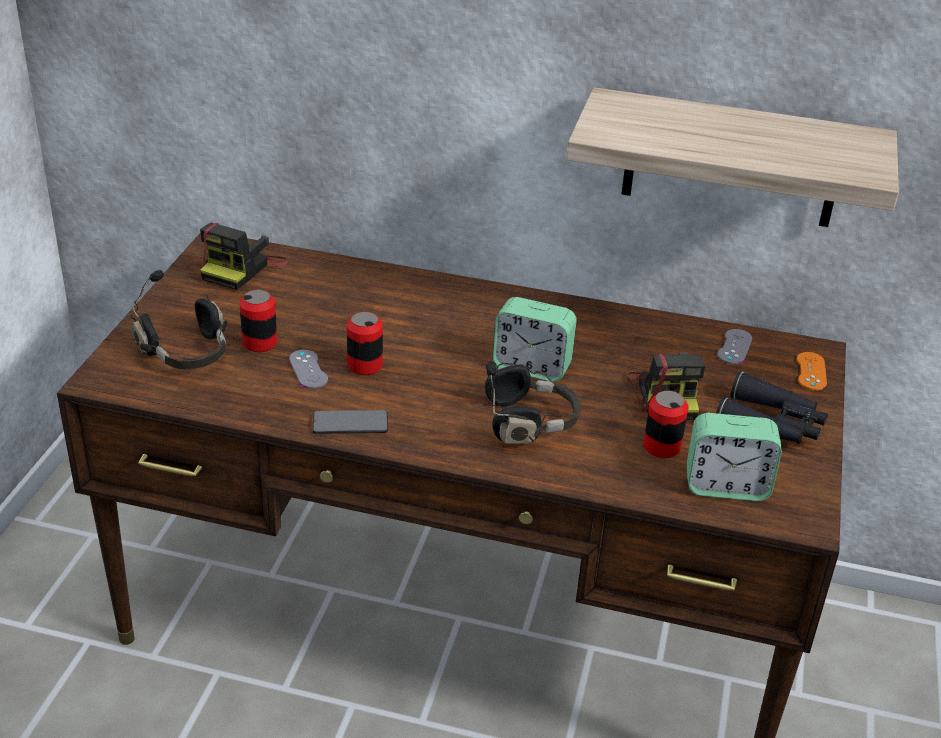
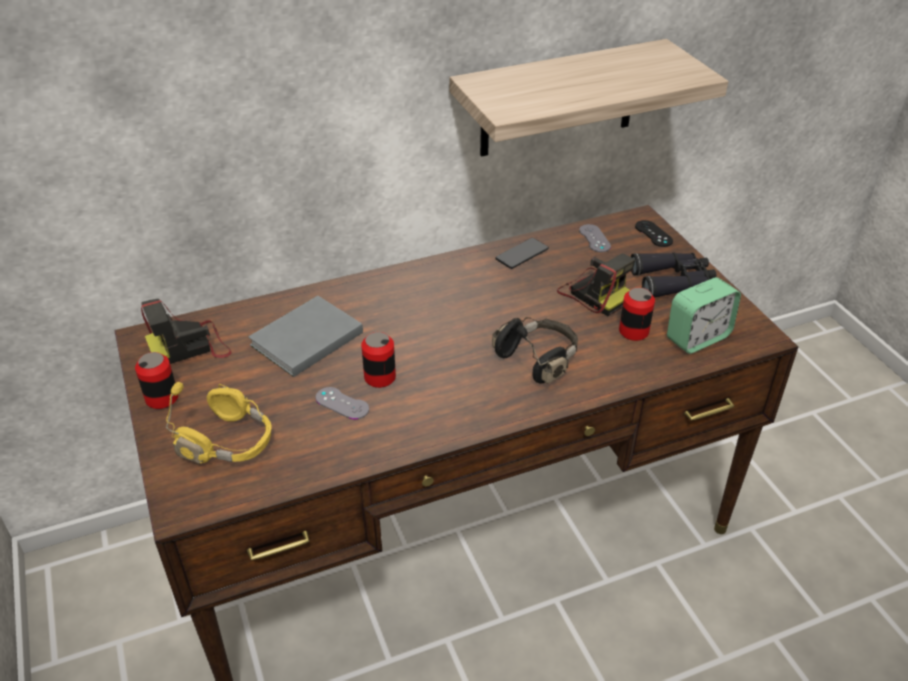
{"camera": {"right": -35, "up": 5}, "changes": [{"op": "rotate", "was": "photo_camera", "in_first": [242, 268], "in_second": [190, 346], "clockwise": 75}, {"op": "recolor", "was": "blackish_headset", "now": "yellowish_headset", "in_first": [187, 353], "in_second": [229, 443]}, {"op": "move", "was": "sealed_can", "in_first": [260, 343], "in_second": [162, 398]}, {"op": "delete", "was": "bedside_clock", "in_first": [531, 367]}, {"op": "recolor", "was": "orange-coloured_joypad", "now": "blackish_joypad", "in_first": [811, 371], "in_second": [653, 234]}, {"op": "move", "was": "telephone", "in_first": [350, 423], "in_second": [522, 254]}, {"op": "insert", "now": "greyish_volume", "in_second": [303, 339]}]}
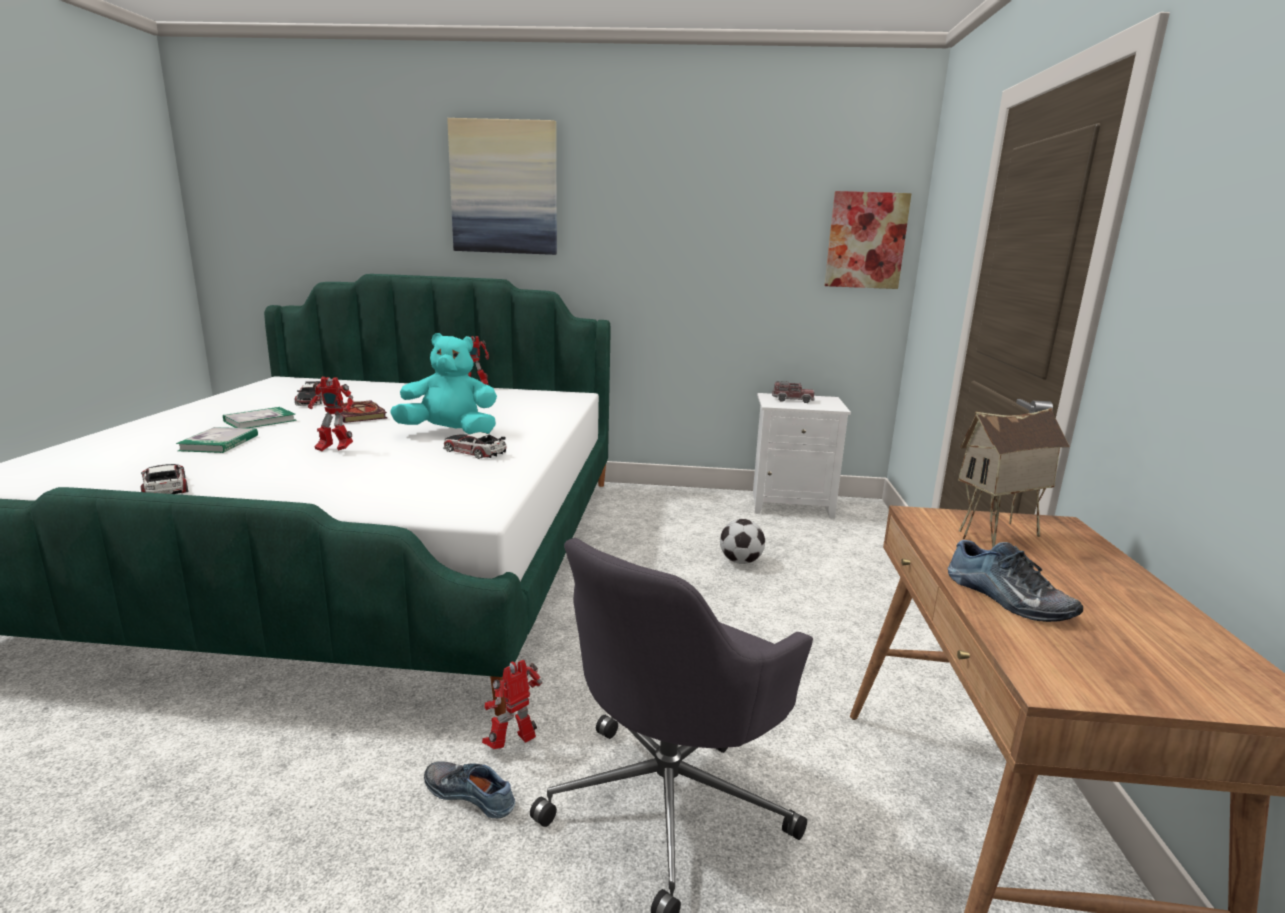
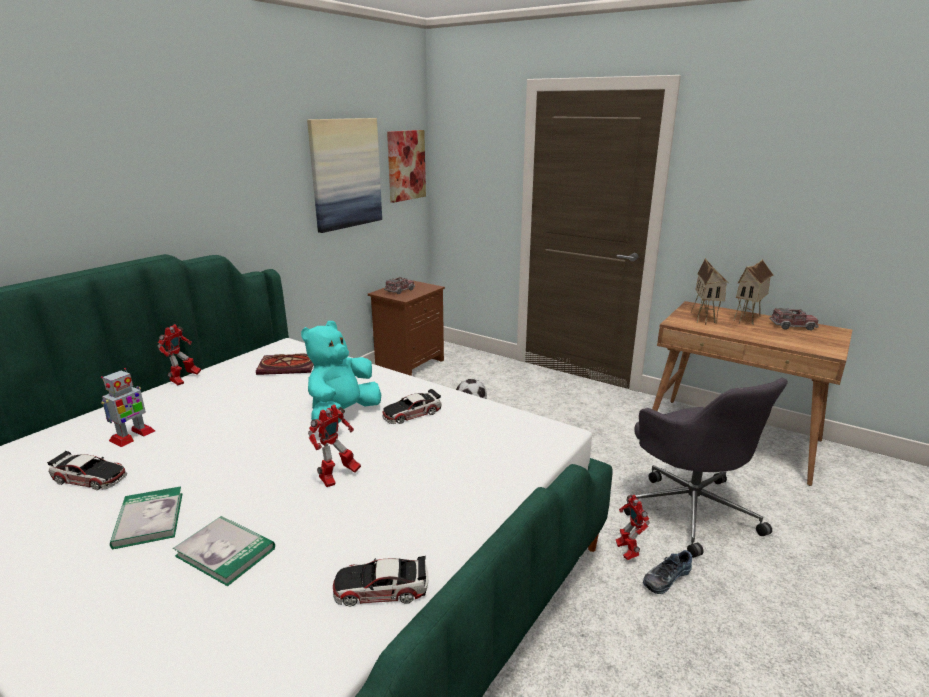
{"camera": {"right": -60, "up": 5}, "changes": [{"op": "move", "was": "picture", "in_first": [504, 188], "in_second": [345, 173]}, {"op": "recolor", "was": "white-coloured_bedside_table", "now": "brown-coloured_bedside_table", "in_first": [792, 504], "in_second": [409, 364]}, {"op": "move", "was": "volume", "in_first": [360, 415], "in_second": [288, 366]}, {"op": "delete", "was": "shoe", "in_first": [1006, 598]}, {"op": "insert", "now": "model_house", "in_second": [748, 320]}, {"op": "insert", "now": "model_truck", "in_second": [792, 326]}, {"op": "insert", "now": "toy_robot", "in_second": [132, 436]}]}
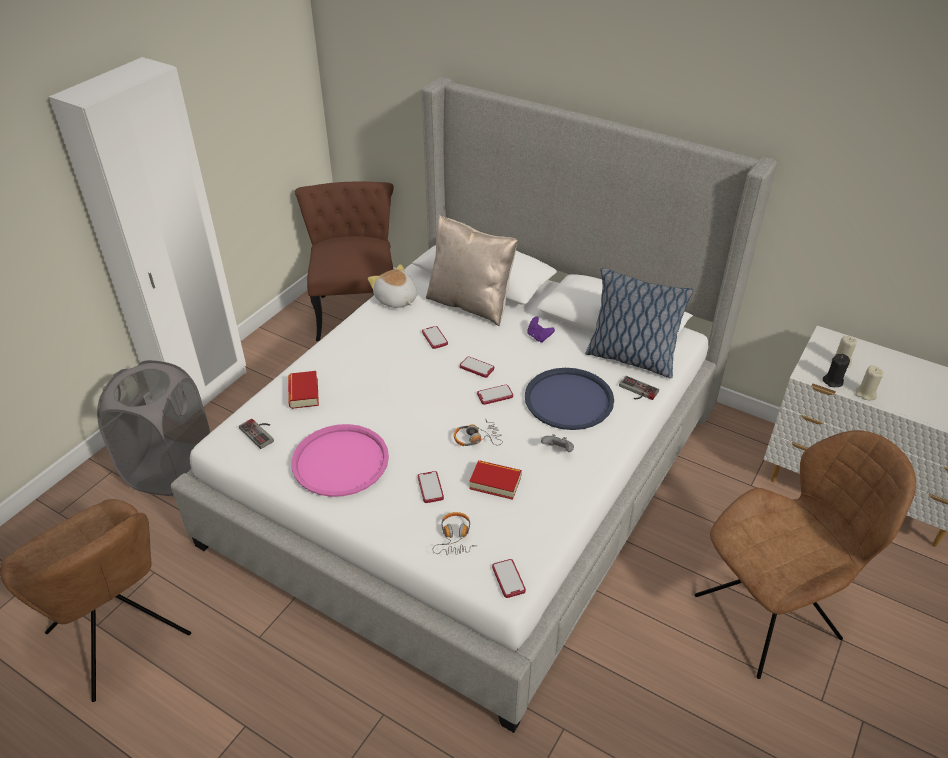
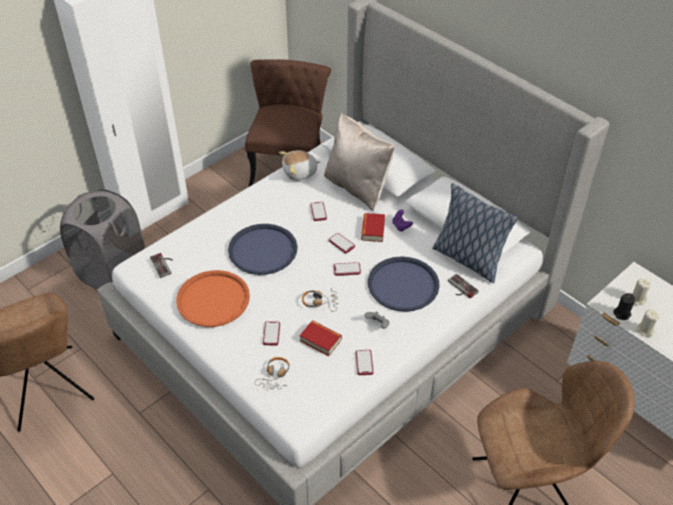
{"camera": {"right": 15, "up": 5}, "changes": [{"op": "rotate", "was": "soft_toy", "in_first": [396, 300], "in_second": [300, 173], "clockwise": -90}, {"op": "move", "was": "volume", "in_first": [303, 393], "in_second": [373, 230]}, {"op": "recolor", "was": "pinkish_serving_tray", "now": "orange-coloured_serving_tray", "in_first": [340, 461], "in_second": [213, 299]}, {"op": "move", "was": "telephone", "in_first": [508, 579], "in_second": [364, 363]}, {"op": "insert", "now": "bluish_serving_tray", "in_second": [263, 250]}]}
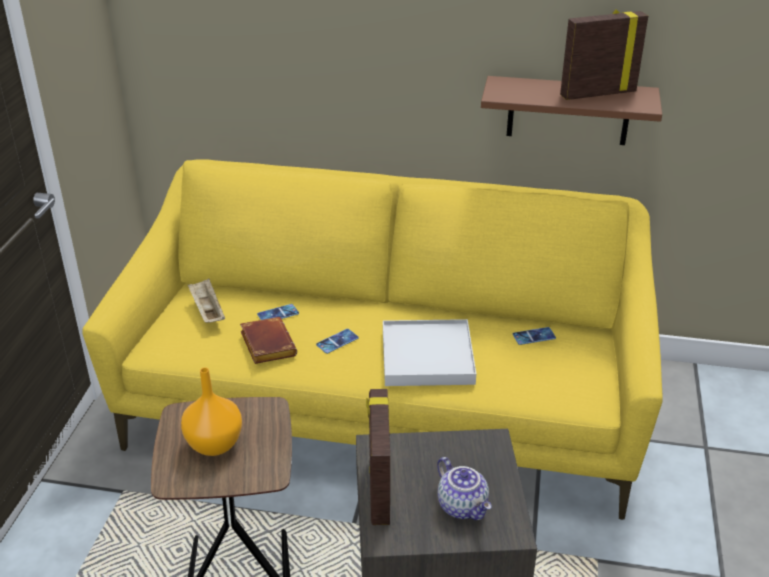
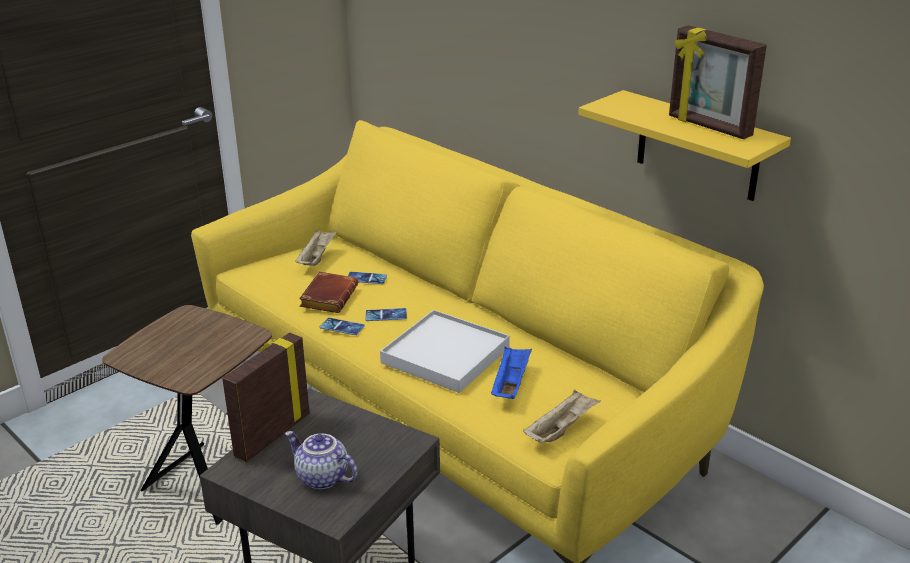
{"camera": {"right": 35, "up": -5}, "changes": [{"op": "rotate", "was": "standing_frame", "in_first": [597, 93], "in_second": [708, 127], "clockwise": -150}, {"op": "recolor", "was": "brown-coloured_bracket_shelf", "now": "yellowish_bracket_shelf", "in_first": [568, 111], "in_second": [697, 146]}, {"op": "move", "was": "telephone", "in_first": [534, 336], "in_second": [342, 327]}, {"op": "delete", "was": "orange-coloured_vase", "in_first": [213, 445]}, {"op": "rotate", "was": "tea_pot", "in_first": [463, 506], "in_second": [321, 478], "clockwise": 120}, {"op": "insert", "now": "bluish_serving_tray", "in_second": [510, 384]}, {"op": "insert", "now": "sand-coloured_serving_tray", "in_second": [561, 429]}]}
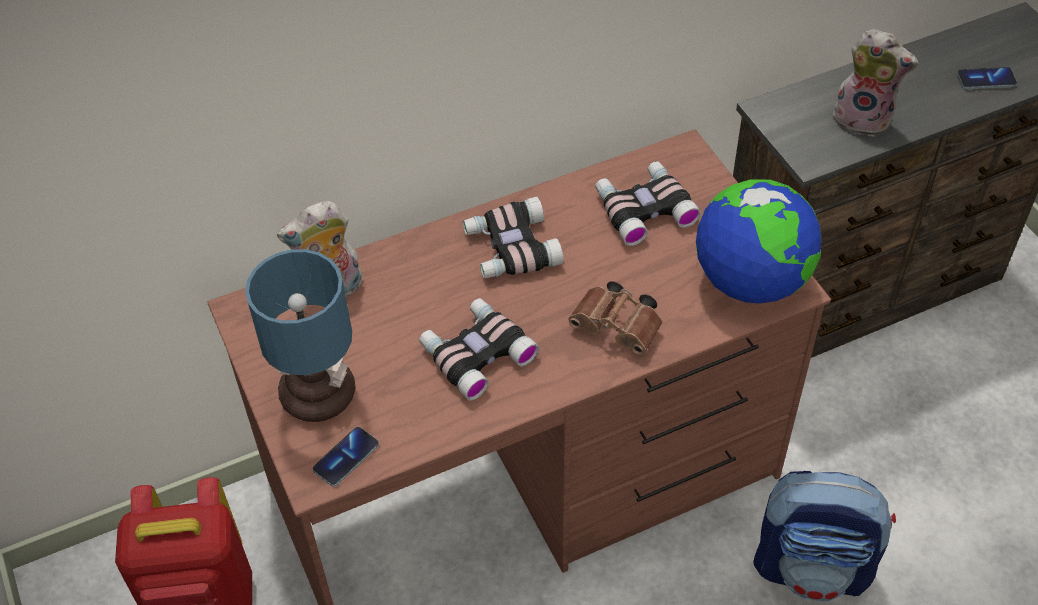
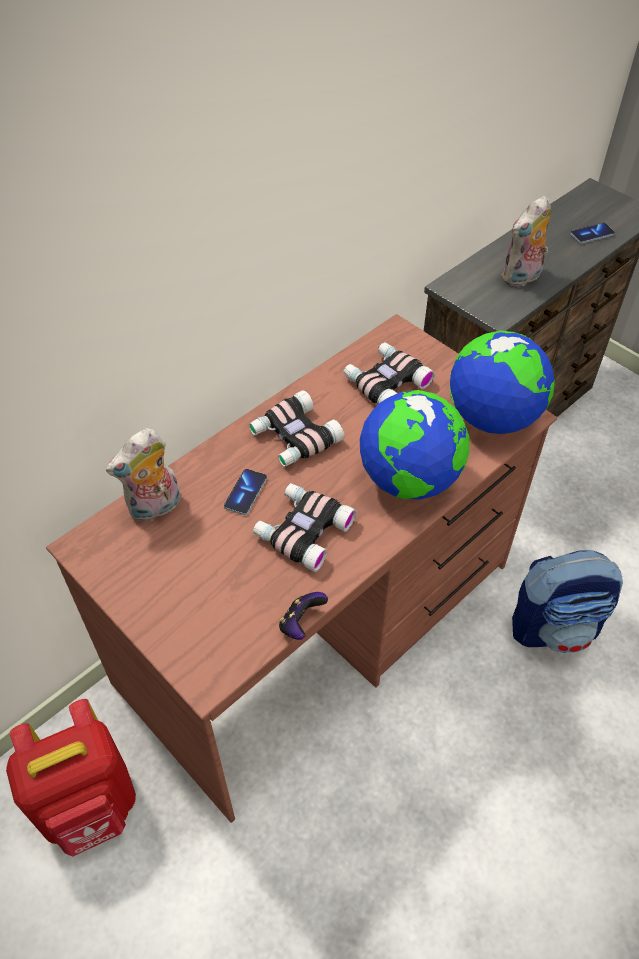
{"camera": {"right": -20, "up": 0}, "changes": [{"op": "rotate", "was": "soft_toy", "in_first": [864, 118], "in_second": [522, 278], "clockwise": 135}, {"op": "delete", "was": "table_lamp", "in_first": [321, 394]}, {"op": "replace", "was": "brown-coloured_pair_of_binoculars", "now": "desk_globe", "in_first": [619, 328], "in_second": [409, 480]}, {"op": "move", "was": "telephone", "in_first": [346, 458], "in_second": [245, 493]}, {"op": "insert", "now": "joypad", "in_second": [301, 623]}]}
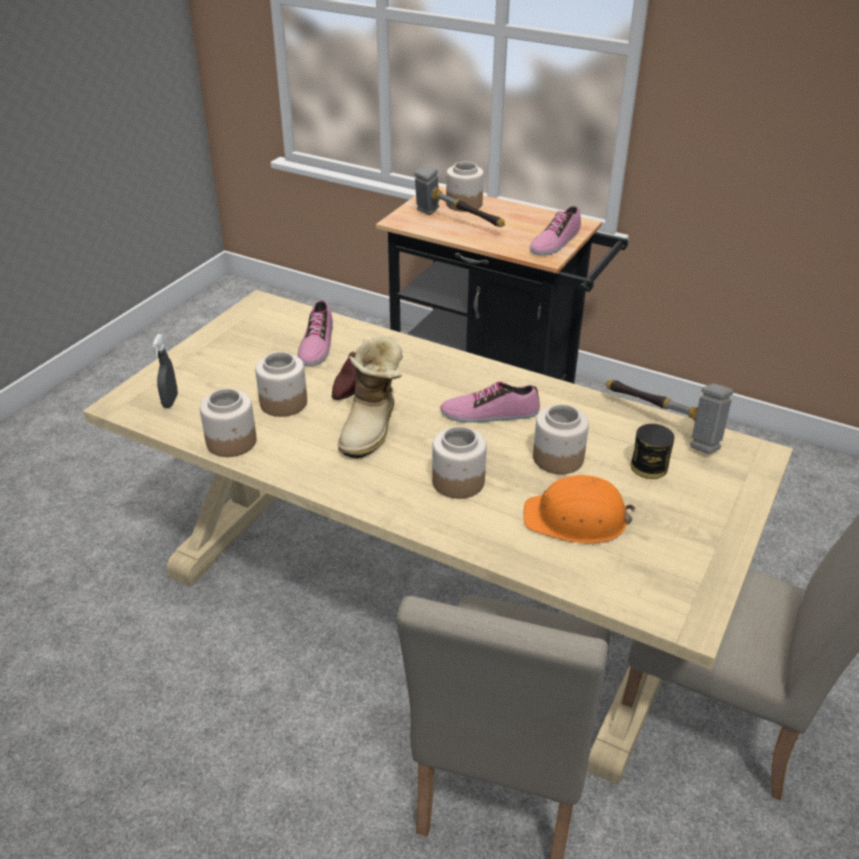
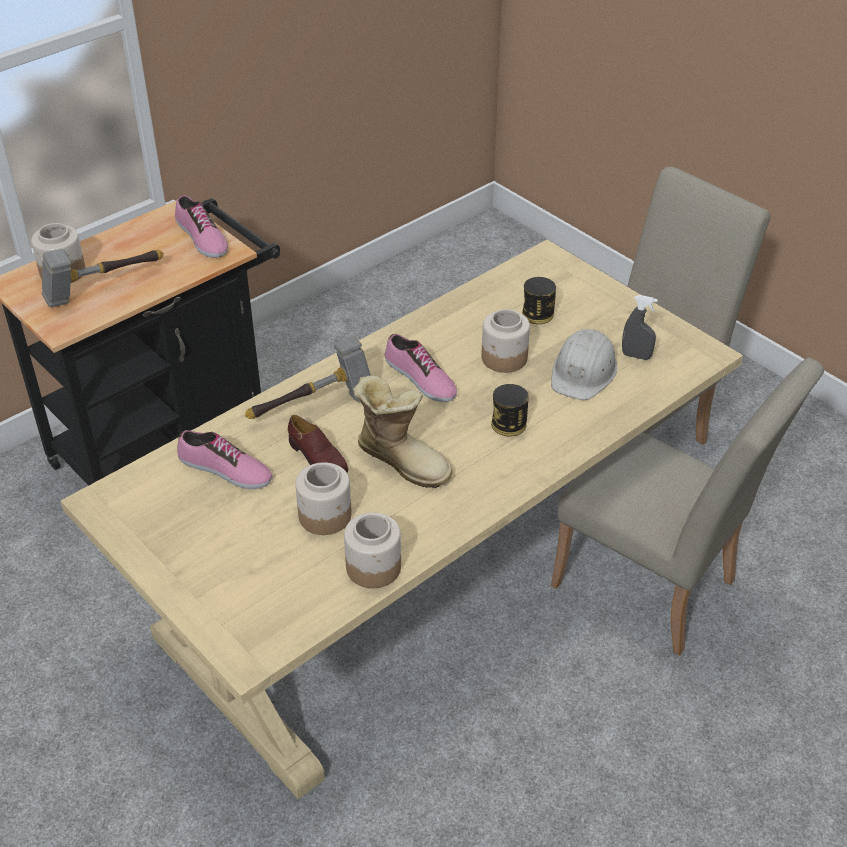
{"camera": {"right": -70, "up": 5}, "changes": [{"op": "move", "was": "greyish_spray_bottle", "in_first": [170, 401], "in_second": [636, 356]}, {"op": "move", "was": "hammer", "in_first": [664, 426], "in_second": [315, 407]}, {"op": "rotate", "was": "shoe", "in_first": [489, 413], "in_second": [420, 379], "clockwise": -60}, {"op": "replace", "was": "storage_jar", "now": "sealed_can", "in_first": [457, 481], "in_second": [509, 424]}, {"op": "recolor", "was": "orange-coloured_hard_hat", "now": "white-coloured_hard_hat", "in_first": [576, 519], "in_second": [584, 371]}]}
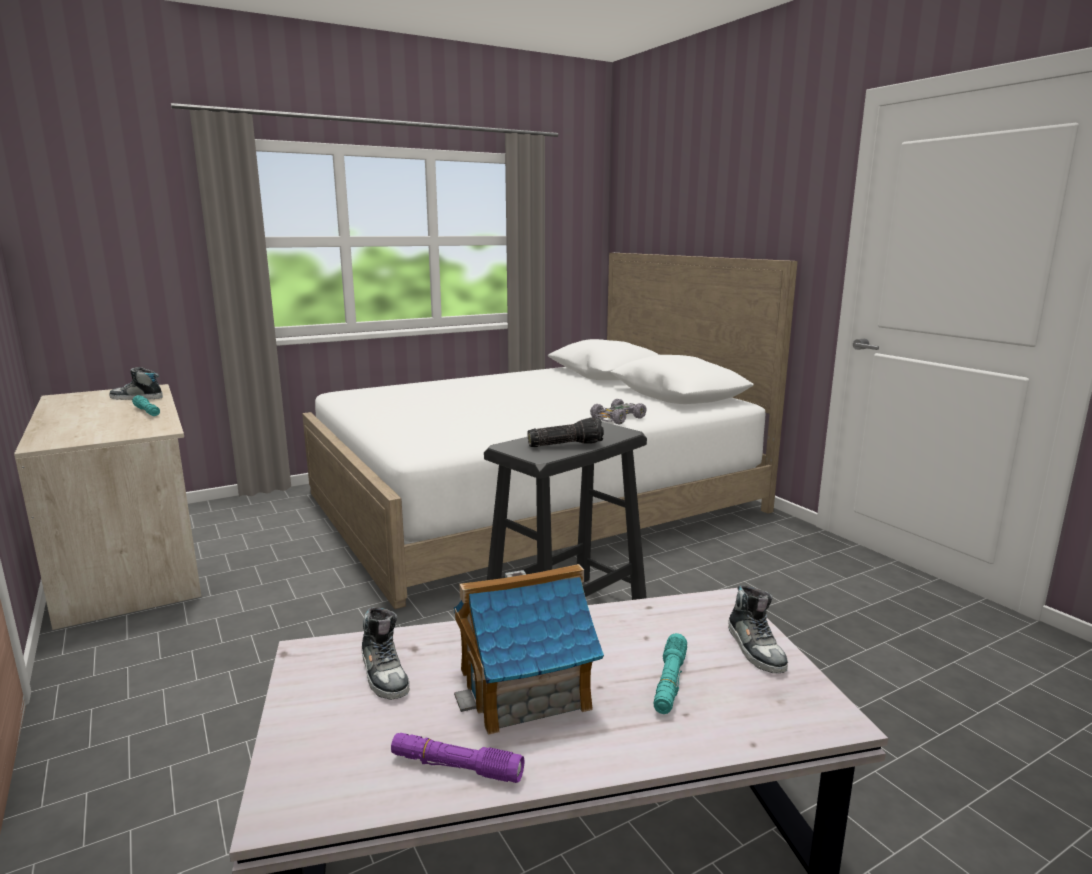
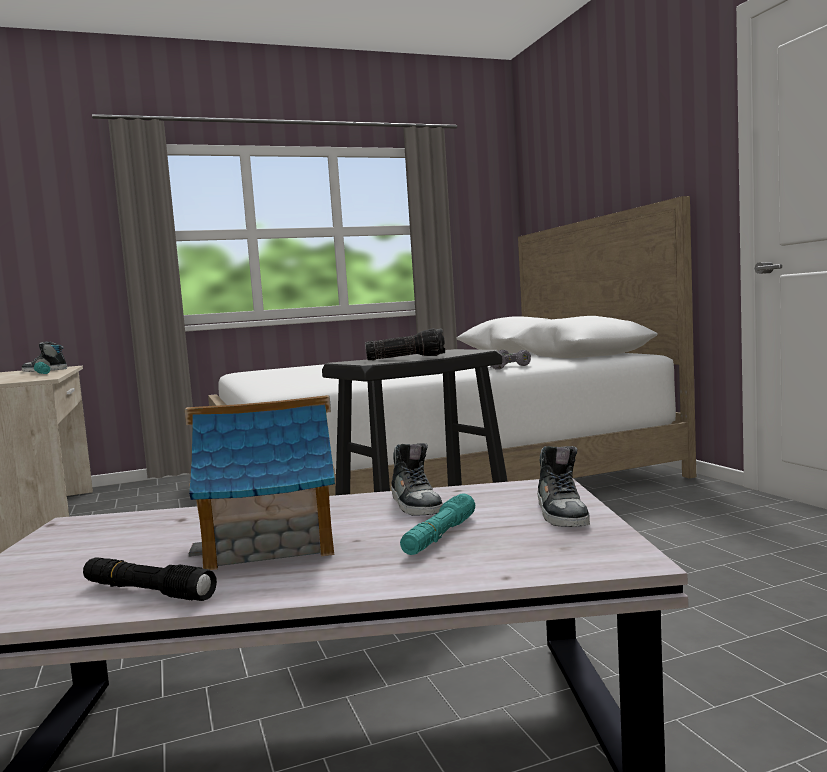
{"camera": {"right": 10, "up": -10}, "changes": [{"op": "move", "was": "shoe", "in_first": [384, 673], "in_second": [416, 504]}, {"op": "recolor", "was": "purplish_torch", "now": "blackish_torch", "in_first": [456, 767], "in_second": [147, 591]}]}
